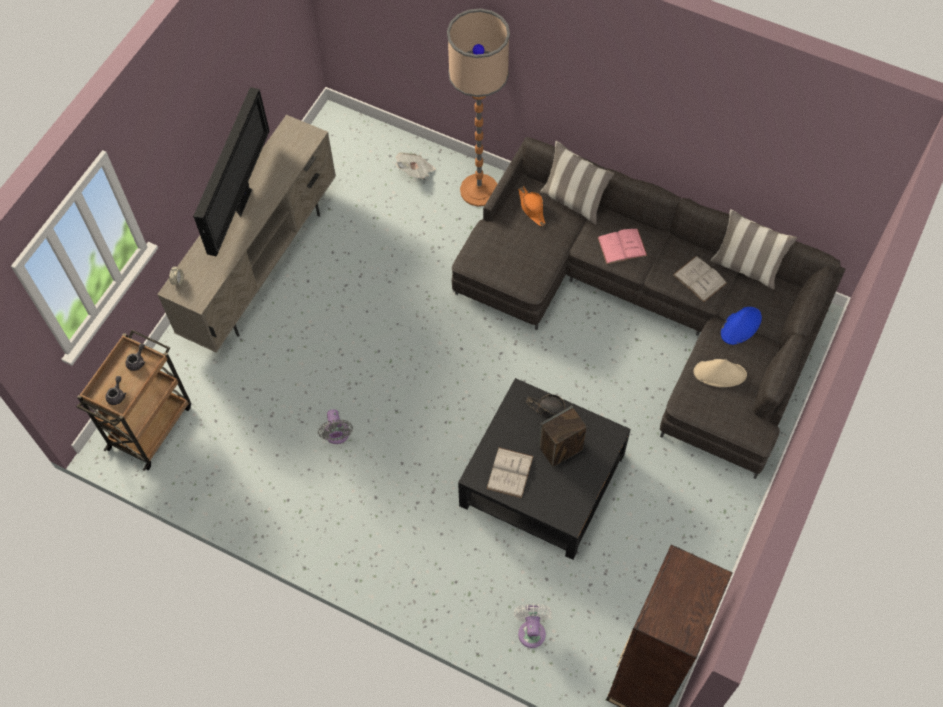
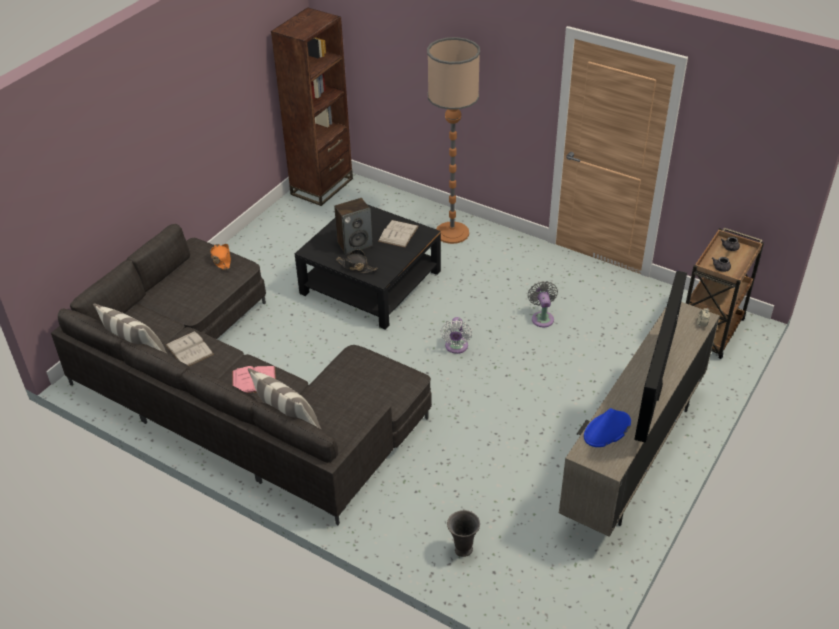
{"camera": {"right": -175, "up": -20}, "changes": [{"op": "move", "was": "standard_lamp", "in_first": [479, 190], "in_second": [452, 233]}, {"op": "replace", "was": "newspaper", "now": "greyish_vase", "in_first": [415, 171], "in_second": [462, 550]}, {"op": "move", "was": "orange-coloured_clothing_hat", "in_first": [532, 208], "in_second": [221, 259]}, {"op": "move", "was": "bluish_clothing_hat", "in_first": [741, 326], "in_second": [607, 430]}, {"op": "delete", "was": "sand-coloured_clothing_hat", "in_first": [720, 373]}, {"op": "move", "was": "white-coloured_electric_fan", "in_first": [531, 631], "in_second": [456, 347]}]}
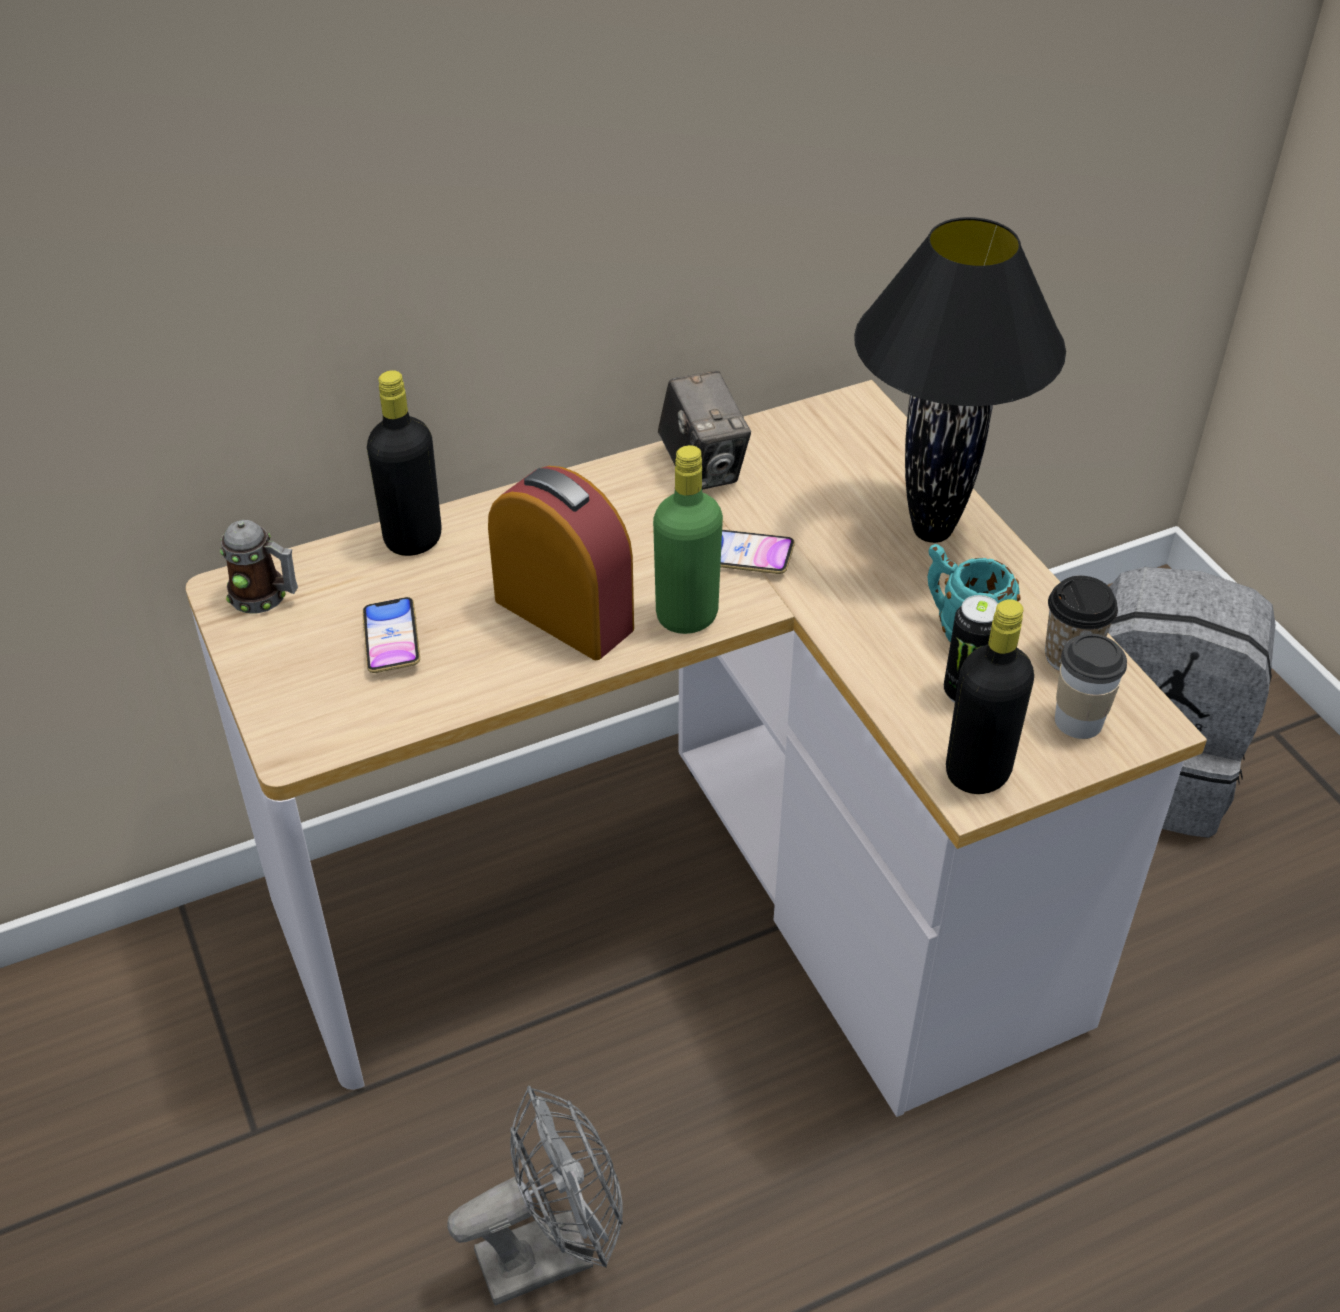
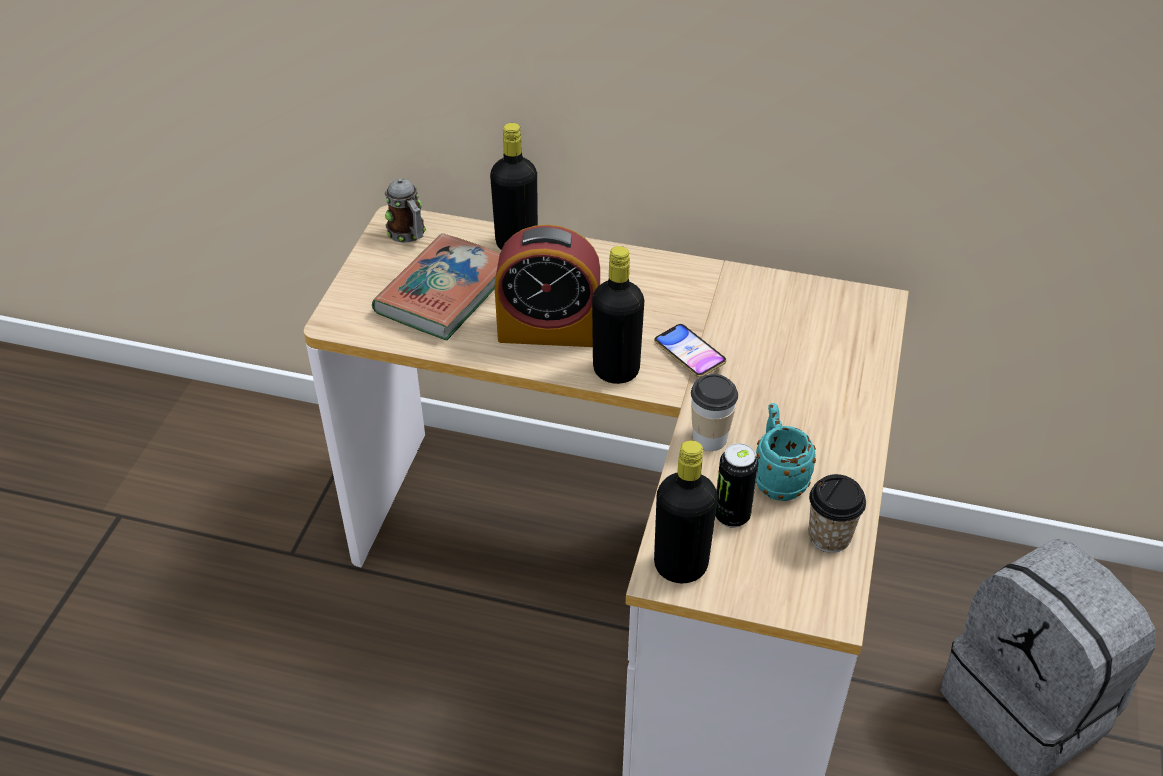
{"camera": {"right": 40, "up": 0}, "changes": [{"op": "delete", "was": "blackish_table_lamp", "in_first": [932, 530]}, {"op": "delete", "was": "photo_camera", "in_first": [702, 468]}, {"op": "recolor", "was": "green-coloured_drink_bottle", "now": "blackish_drink_bottle", "in_first": [687, 616], "in_second": [616, 371]}, {"op": "rotate", "was": "bedside_clock", "in_first": [564, 614], "in_second": [549, 330], "clockwise": 105}, {"op": "replace", "was": "telephone", "now": "volume", "in_first": [392, 640], "in_second": [444, 293]}, {"op": "move", "was": "small_cup", "in_first": [1078, 721], "in_second": [709, 438]}, {"op": "delete", "was": "greyish_electric_fan", "in_first": [551, 1251]}]}
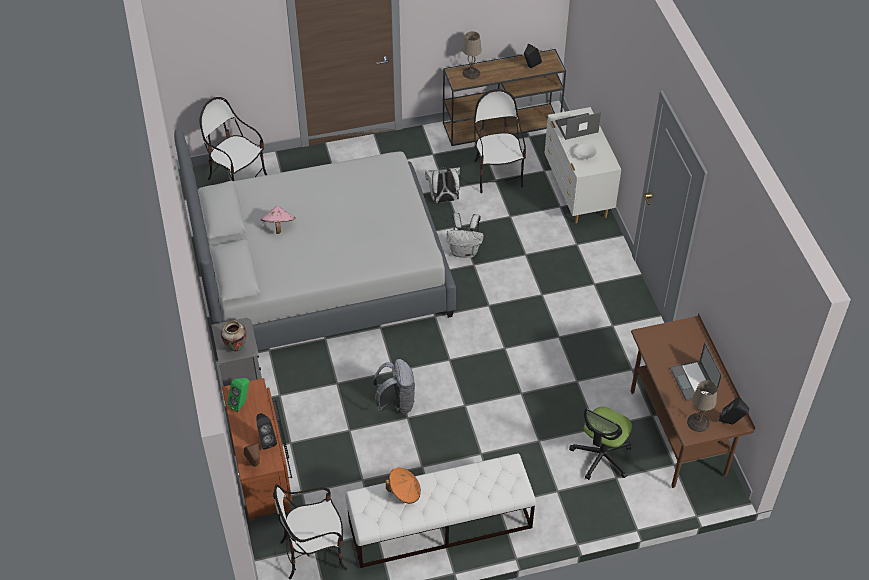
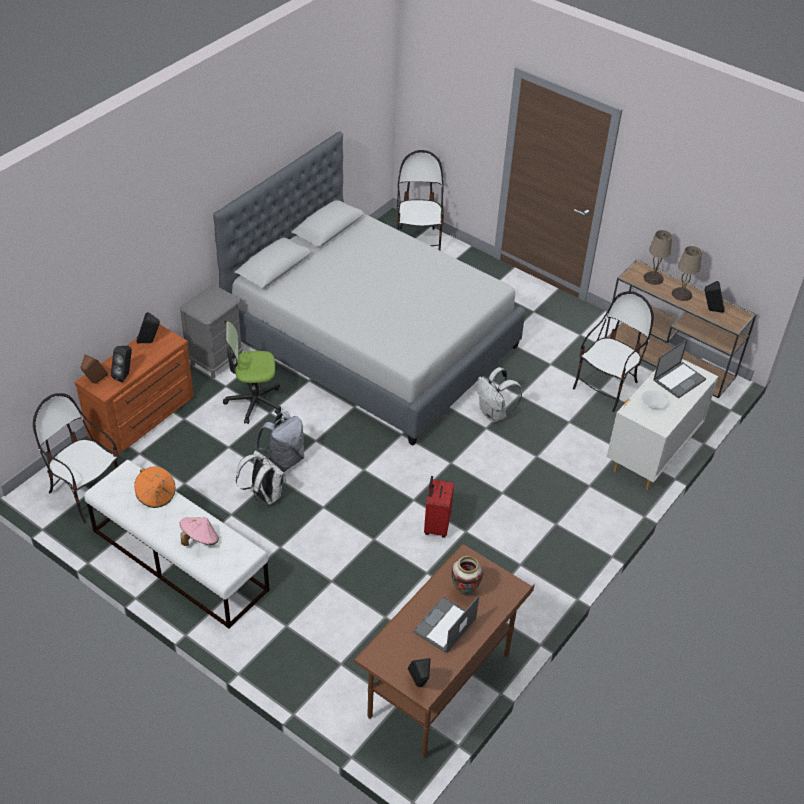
{"camera": {"right": 50, "up": -5}, "changes": [{"op": "rotate", "was": "laptop", "in_first": [576, 127], "in_second": [679, 379], "clockwise": 105}, {"op": "move", "was": "white-coloured_knapsack", "in_first": [443, 199], "in_second": [264, 496]}, {"op": "move", "was": "pinkish_clothing_hat", "in_first": [278, 226], "in_second": [200, 539]}, {"op": "move", "was": "vase", "in_first": [236, 348], "in_second": [465, 590]}, {"op": "recolor", "was": "green-coloured_audio_speaker", "now": "blackish_audio_speaker", "in_first": [241, 403], "in_second": [149, 342]}, {"op": "move", "was": "sand-coloured_table_lamp", "in_first": [698, 423], "in_second": [681, 294]}, {"op": "move", "was": "computer_chair", "in_first": [601, 457], "in_second": [254, 402]}, {"op": "insert", "now": "reddish_suitcase", "in_second": [436, 526]}]}
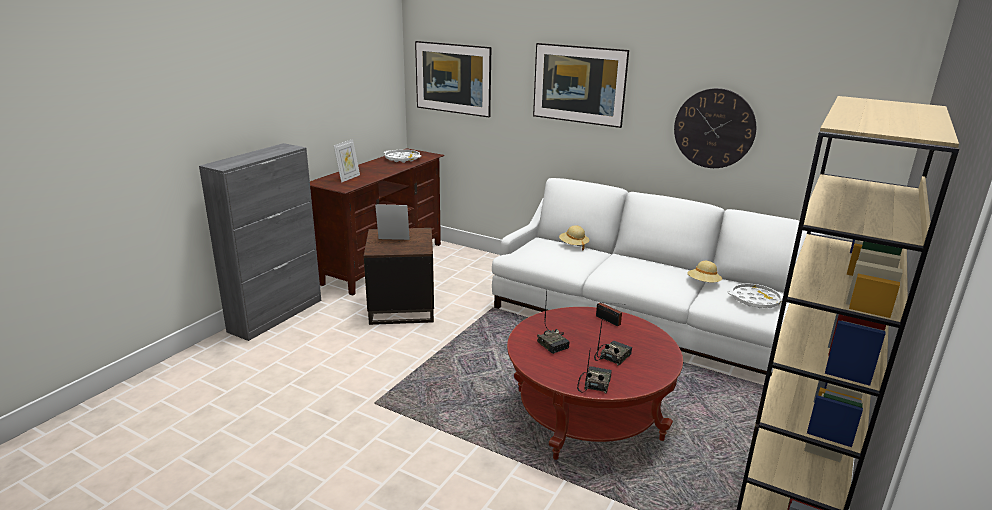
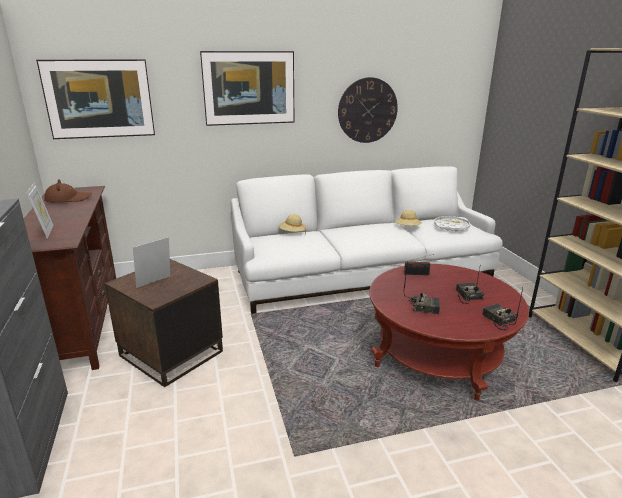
{"camera": {"right": -45, "up": 0}, "changes": [{"op": "replace", "was": "white-coloured_serving_tray", "now": "brown-coloured_clothing_hat", "in_first": [402, 159], "in_second": [68, 199]}]}
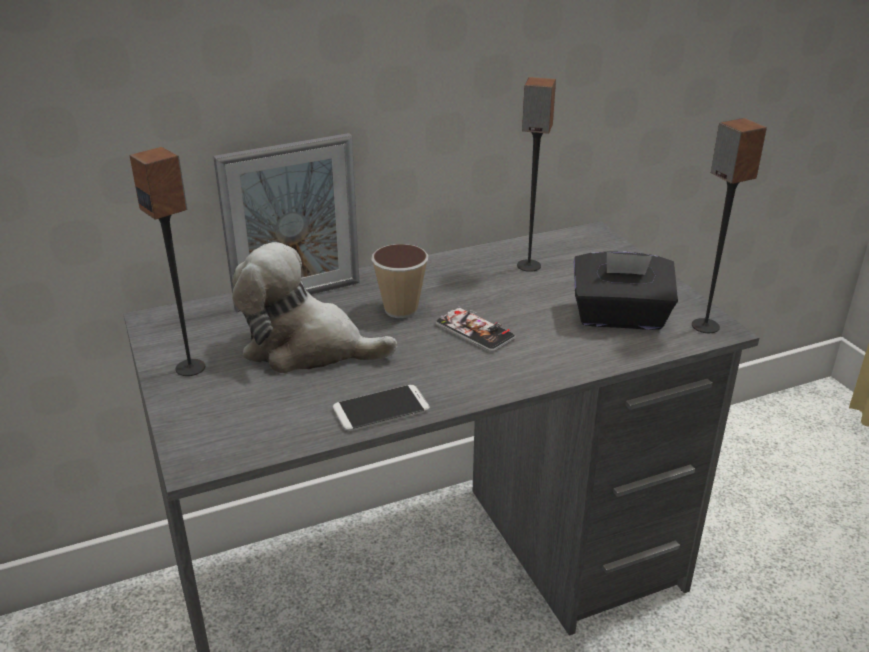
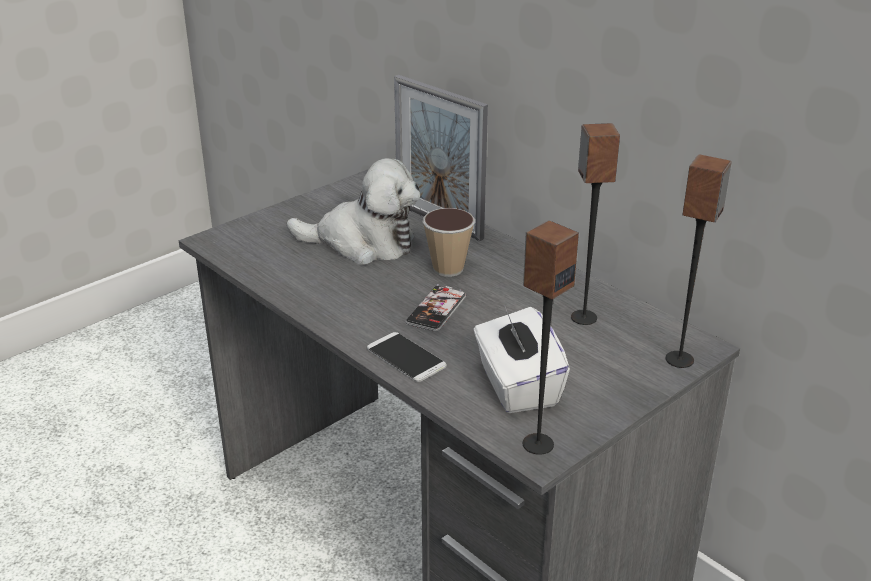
{"camera": {"right": 70, "up": 0}, "changes": [{"op": "move", "was": "audio_speaker", "in_first": [191, 367], "in_second": [680, 360]}, {"op": "rotate", "was": "soft_toy", "in_first": [307, 348], "in_second": [363, 243], "clockwise": 105}, {"op": "recolor", "was": "blackish_tissue_holder", "now": "white-coloured_tissue_holder", "in_first": [620, 317], "in_second": [517, 386]}, {"op": "move", "was": "telephone", "in_first": [381, 409], "in_second": [406, 358]}]}
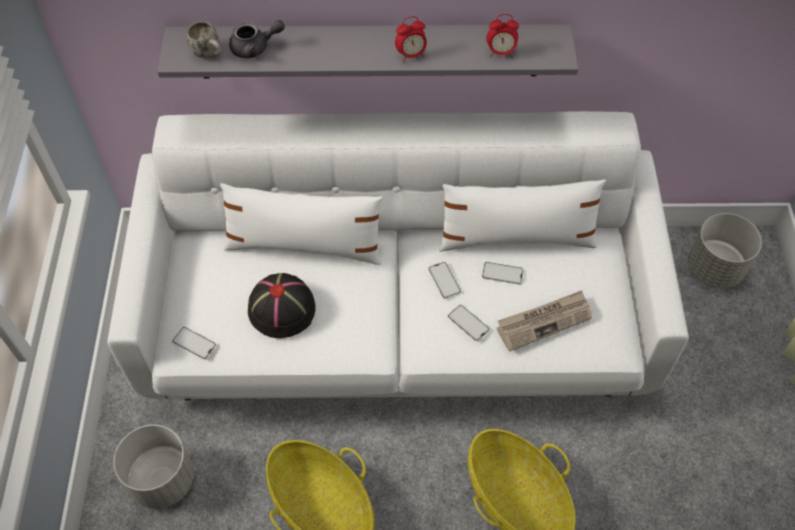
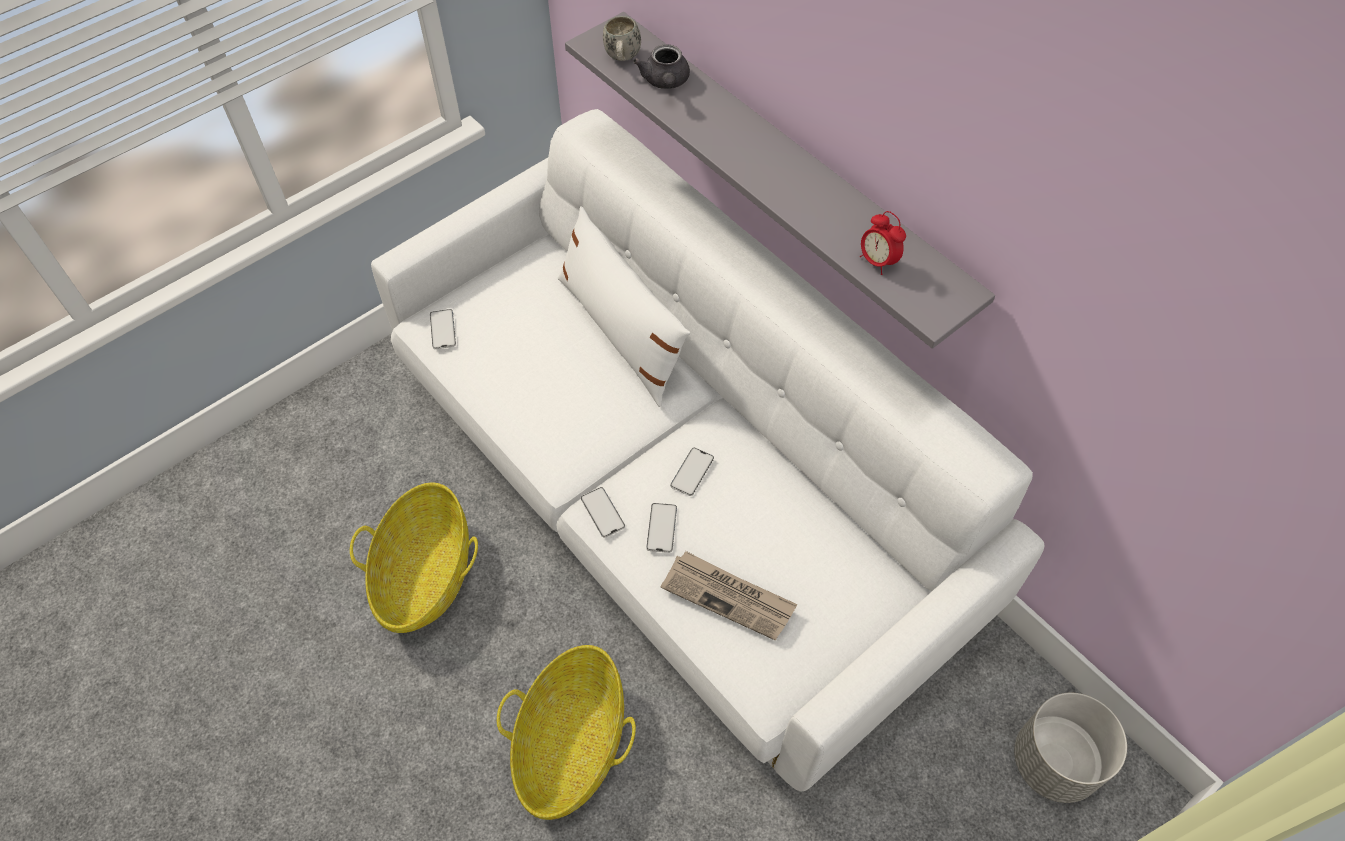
{"camera": {"right": 50, "up": 0}, "changes": [{"op": "delete", "was": "bedside_clock", "in_first": [411, 55]}, {"op": "rotate", "was": "greyish_tea_pot", "in_first": [255, 48], "in_second": [665, 82], "clockwise": 45}, {"op": "delete", "was": "white-coloured_cushion", "in_first": [516, 238]}, {"op": "move", "was": "telephone", "in_first": [502, 273], "in_second": [602, 512]}, {"op": "delete", "was": "blackish_clothing_hat", "in_first": [282, 308]}, {"op": "delete", "was": "greyish_plant_pot", "in_first": [162, 479]}]}
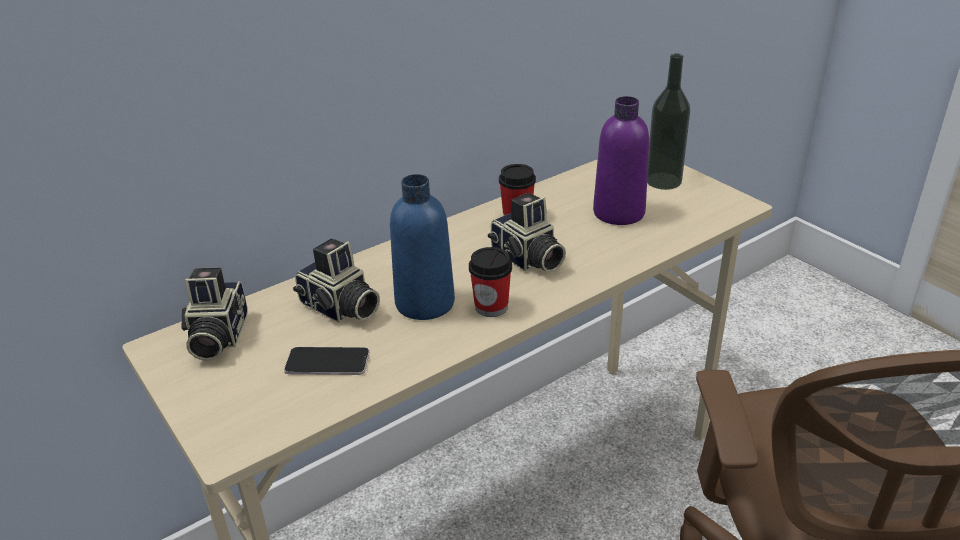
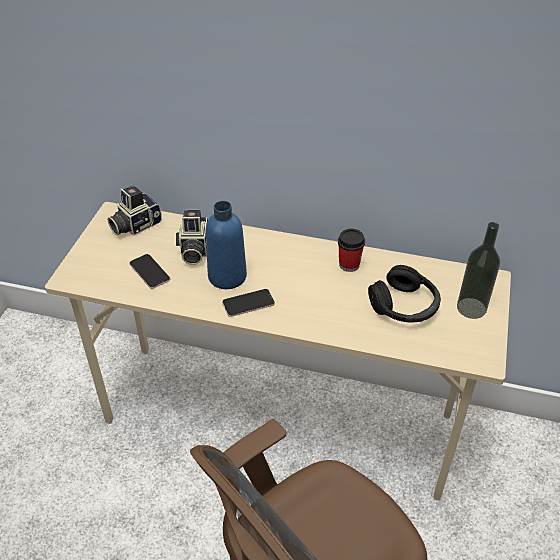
{"camera": {"right": 50, "up": 10}, "changes": [{"op": "replace", "was": "purplish_drink_bottle", "now": "blackish_headset", "in_first": [618, 213], "in_second": [404, 306]}, {"op": "delete", "was": "photo_camera", "in_first": [527, 259]}, {"op": "replace", "was": "small_cup", "now": "telephone", "in_first": [491, 307], "in_second": [248, 303]}]}
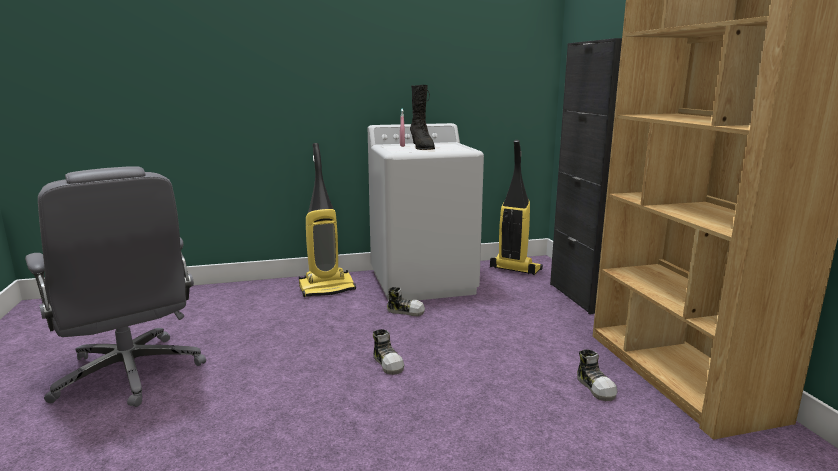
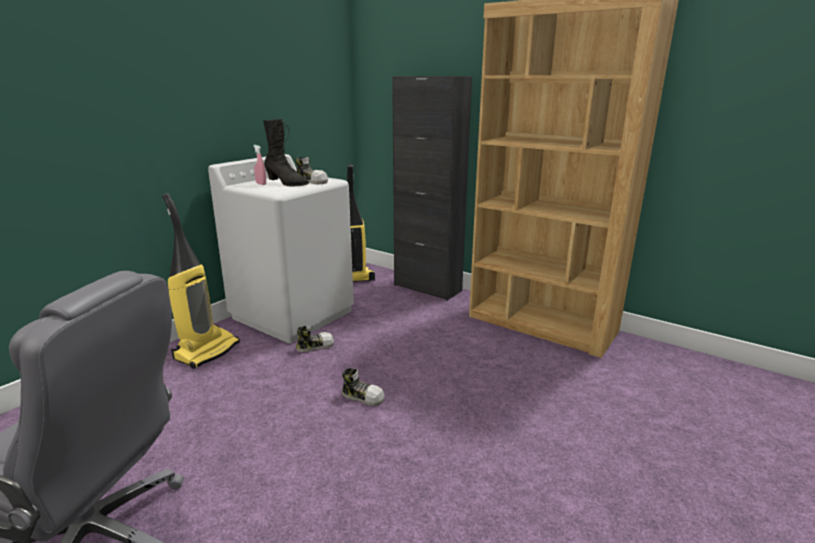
{"camera": {"right": -40, "up": 5}, "changes": [{"op": "move", "was": "shoe", "in_first": [595, 387], "in_second": [312, 181]}]}
